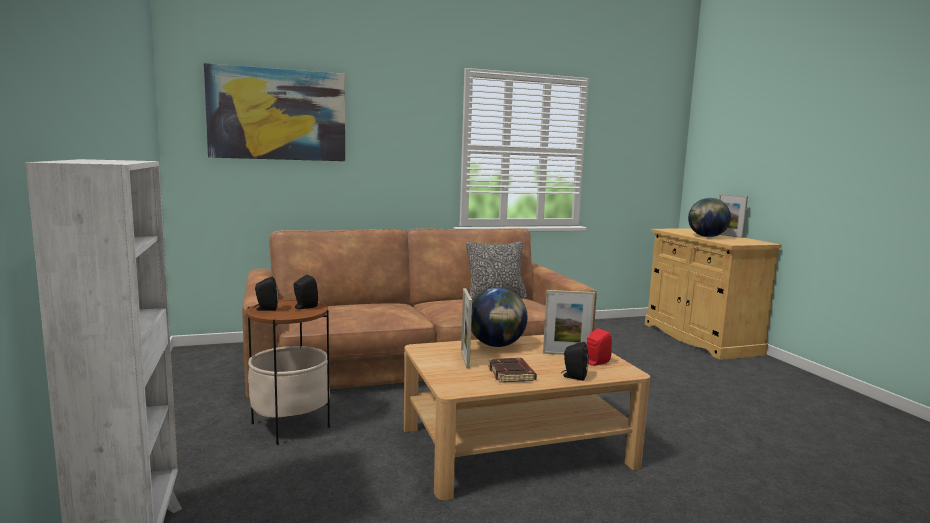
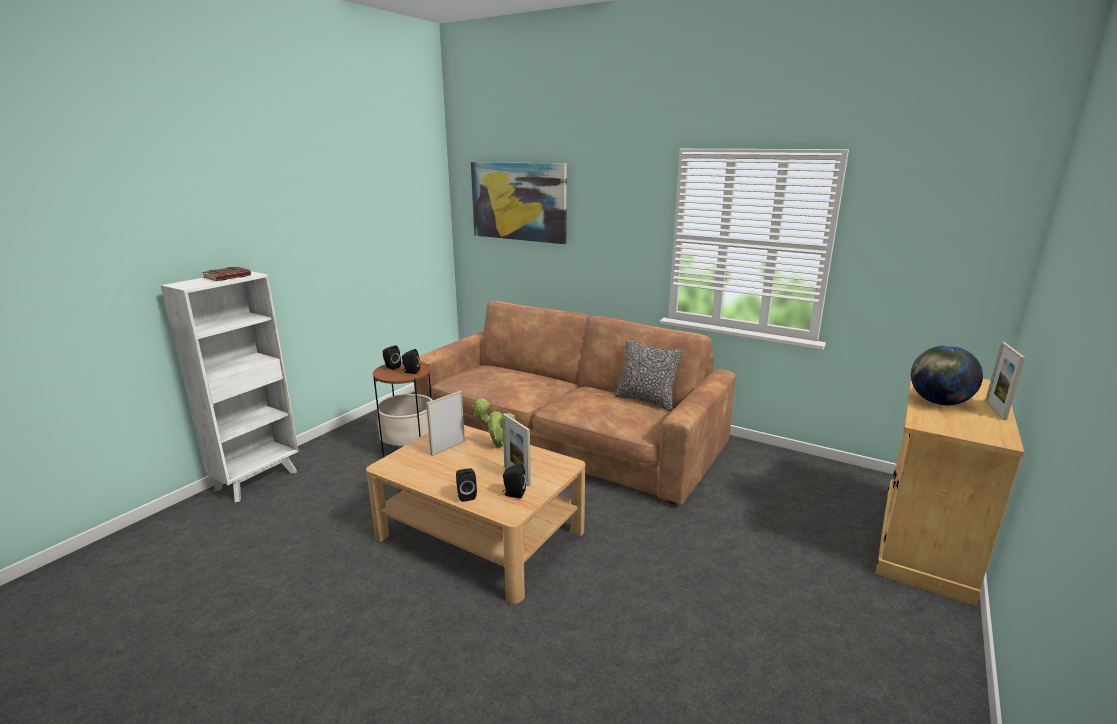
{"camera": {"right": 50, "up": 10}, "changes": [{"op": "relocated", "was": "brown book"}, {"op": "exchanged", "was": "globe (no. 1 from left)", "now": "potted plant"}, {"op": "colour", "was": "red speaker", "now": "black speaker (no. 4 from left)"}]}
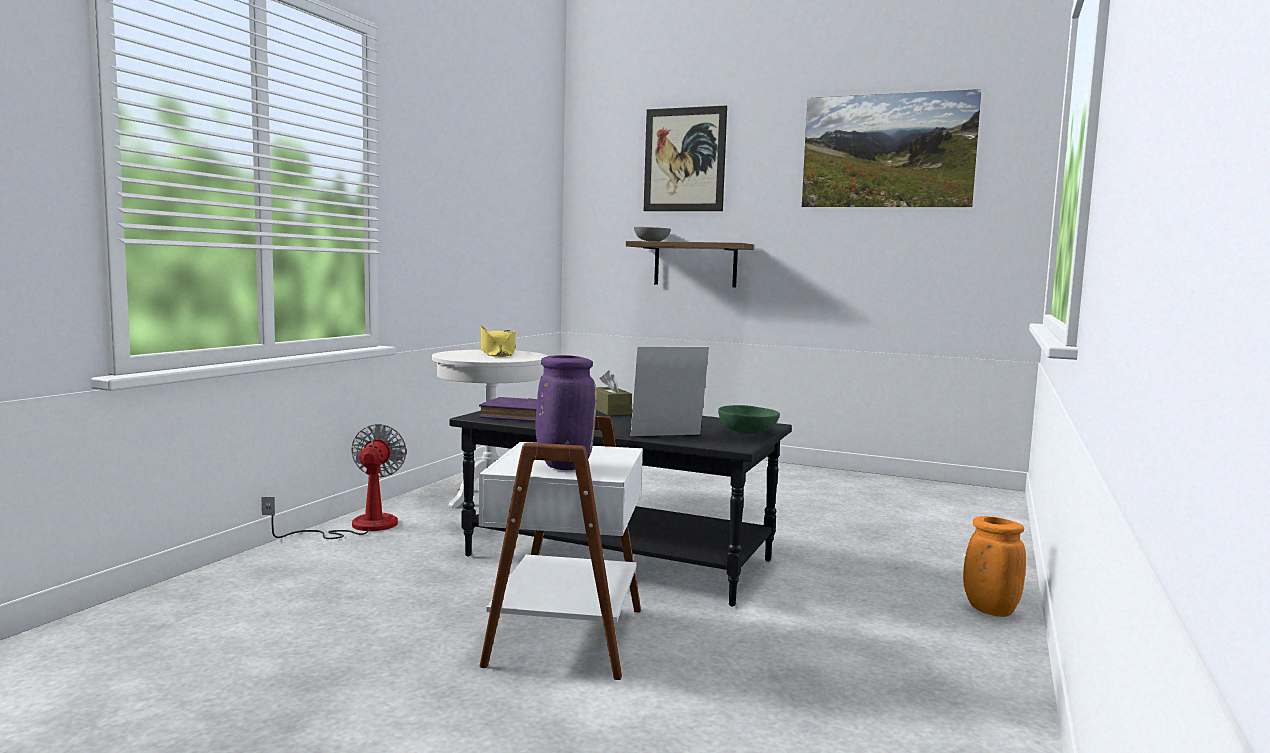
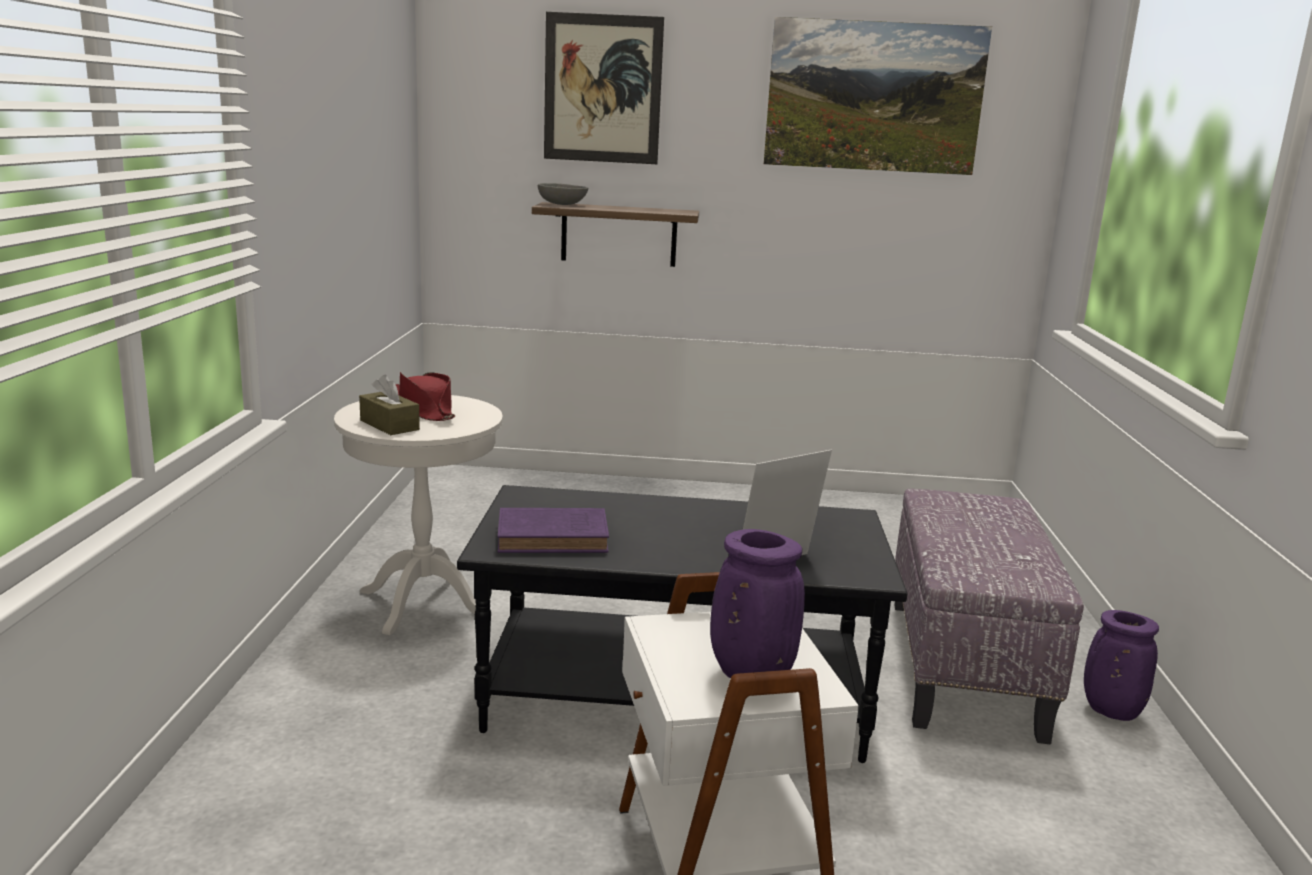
{"camera": {"right": -20, "up": 10}, "changes": [{"op": "relocated", "was": "brown tissue box"}, {"op": "colour", "was": "yellow hat", "now": "red hat"}, {"op": "appeared", "now": "ottoman"}, {"op": "colour", "was": "orange vase", "now": "purple vase (no. 2 from left)"}, {"op": "missing", "was": "fan"}, {"op": "missing", "was": "green bowl"}]}
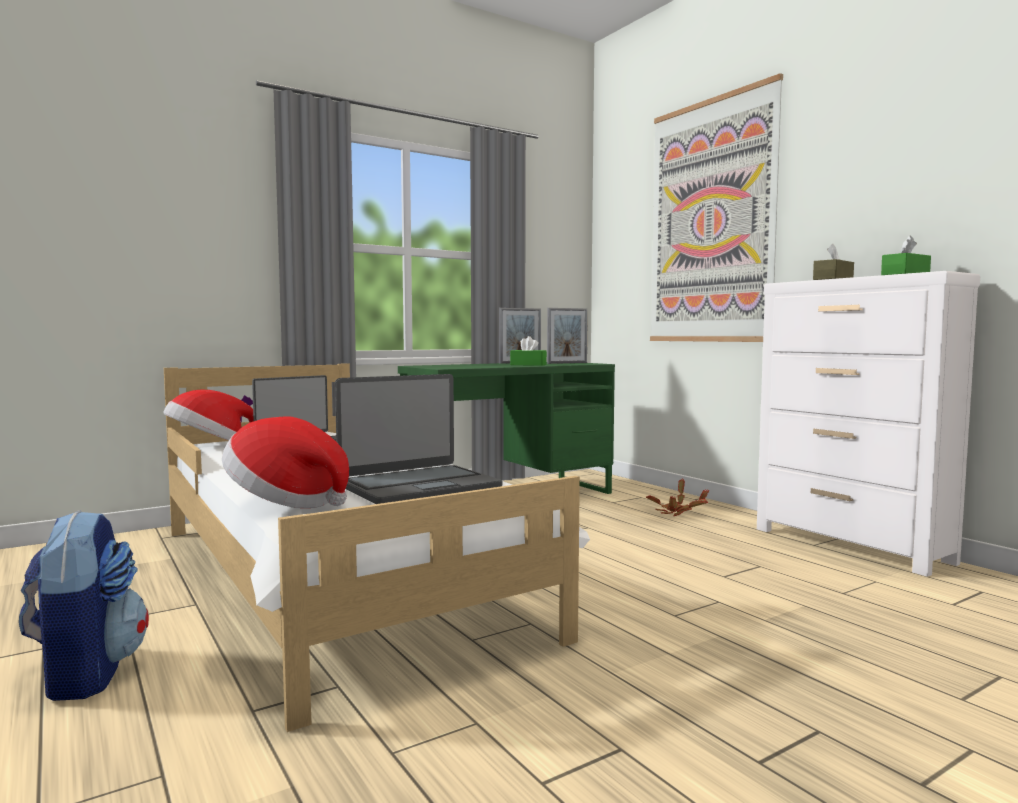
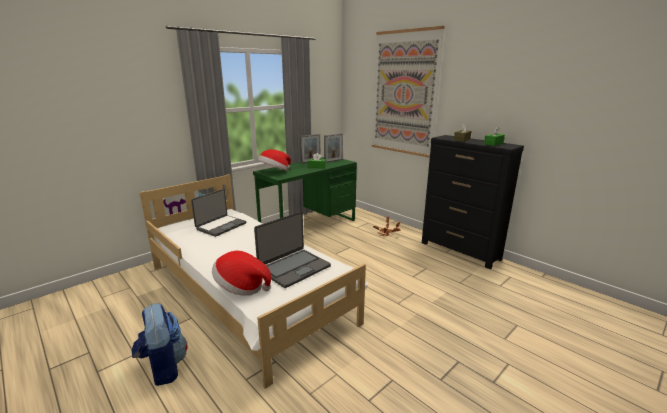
{"camera": {"right": -10, "up": 15}, "changes": [{"op": "relocated", "was": "hat (no. 1 from left in the first image)", "now": "hat (no. 2 from left)"}, {"op": "colour", "was": "white dresser", "now": "black dresser"}]}
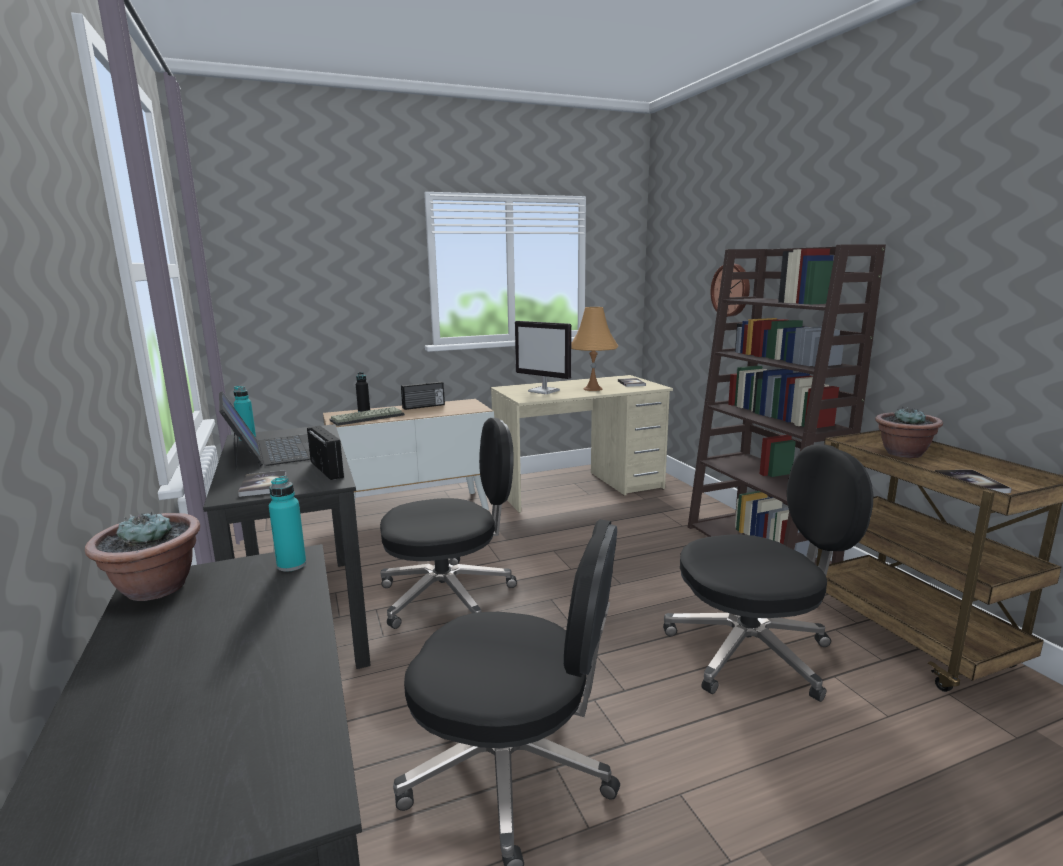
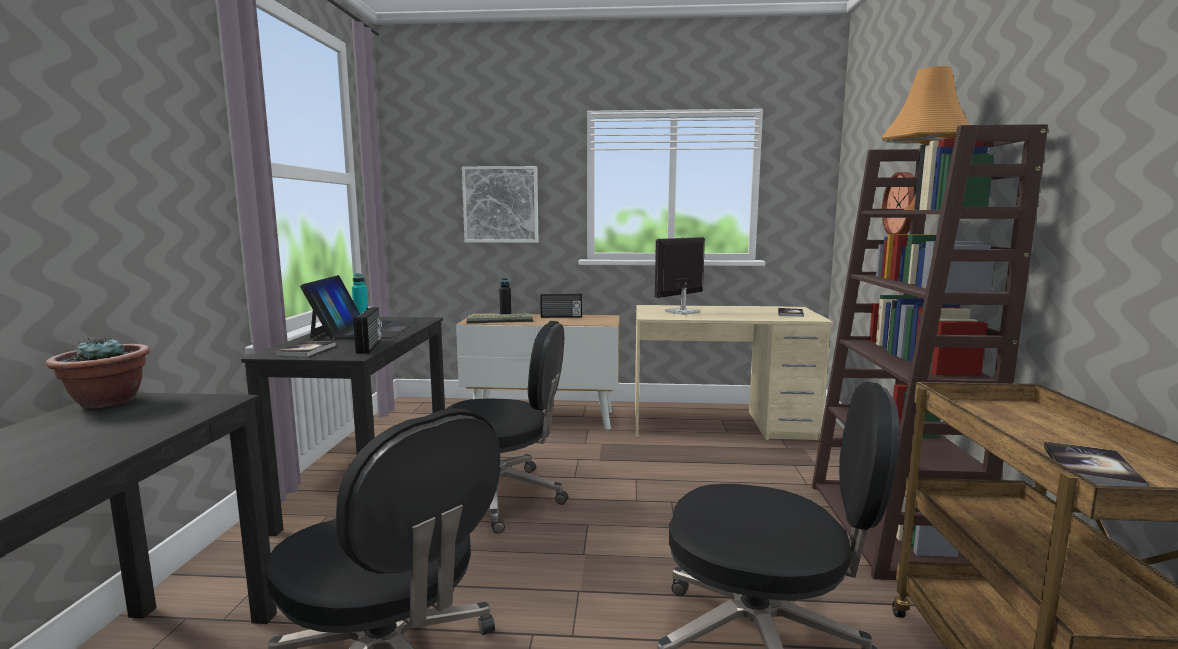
{"camera": {"right": 25, "up": -5}, "changes": [{"op": "appeared", "now": "picture"}, {"op": "spun", "was": "monitor", "clockwise": 75}, {"op": "relocated", "was": "orange table lamp"}, {"op": "missing", "was": "turquoise bottle (no. 2 from left)"}, {"op": "missing", "was": "potted plant (no. 2 from left)"}]}
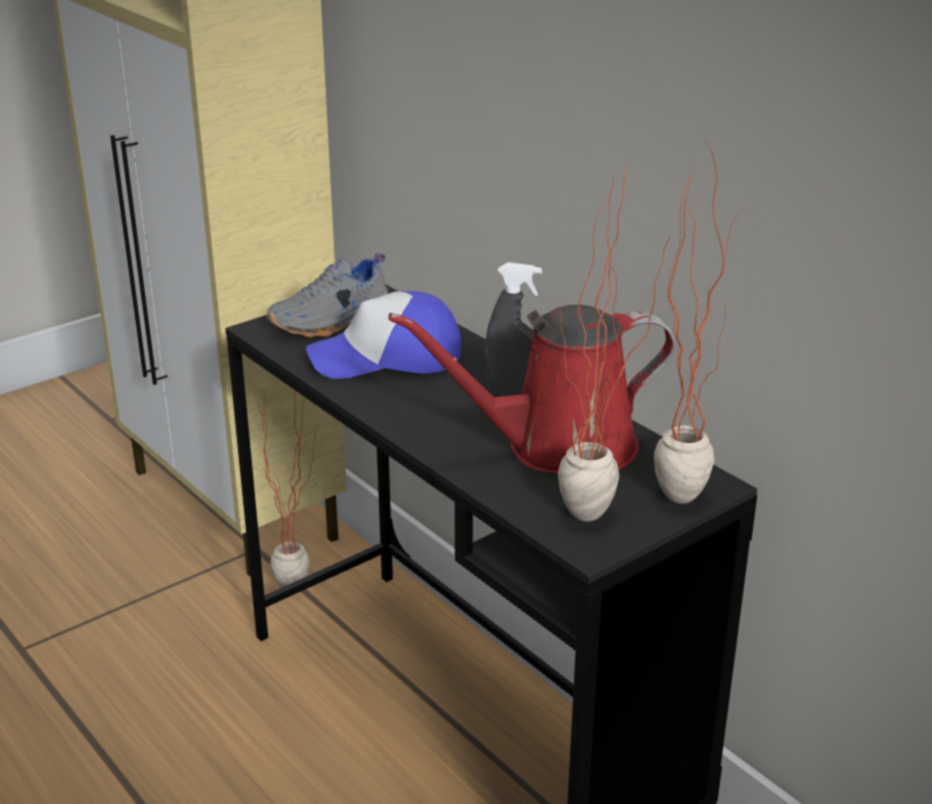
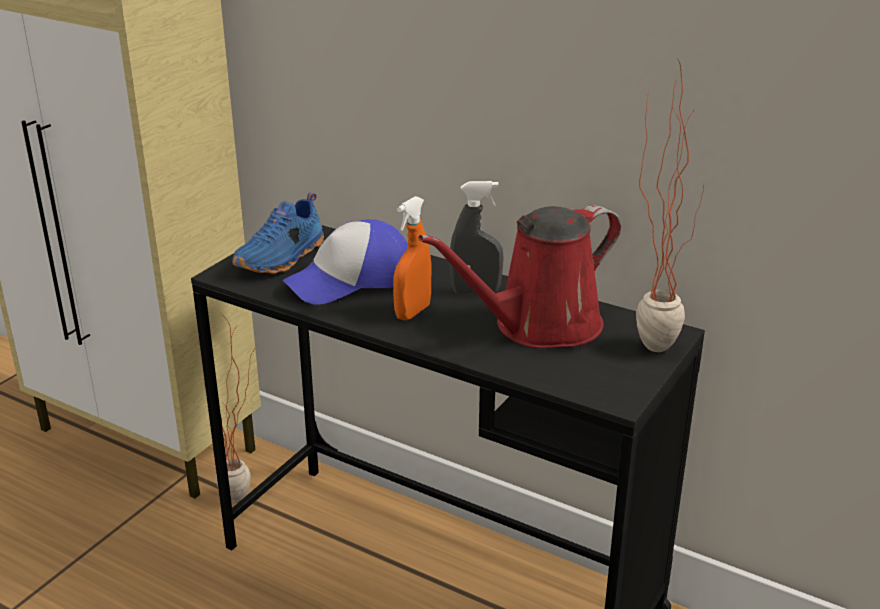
{"camera": {"right": -20, "up": 0}, "changes": [{"op": "colour", "was": "grey shoe", "now": "blue shoe"}, {"op": "appeared", "now": "orange spray bottle"}, {"op": "missing", "was": "potted plant (no. 2 from left)"}]}
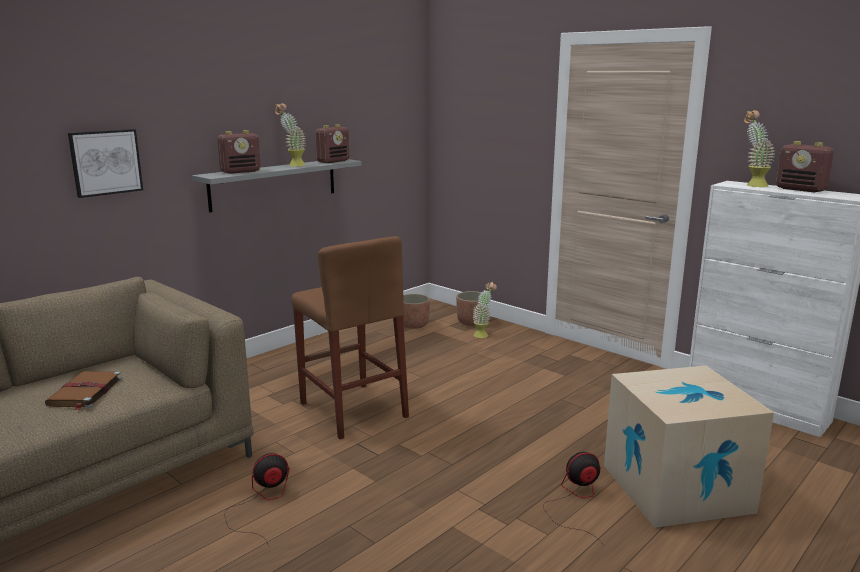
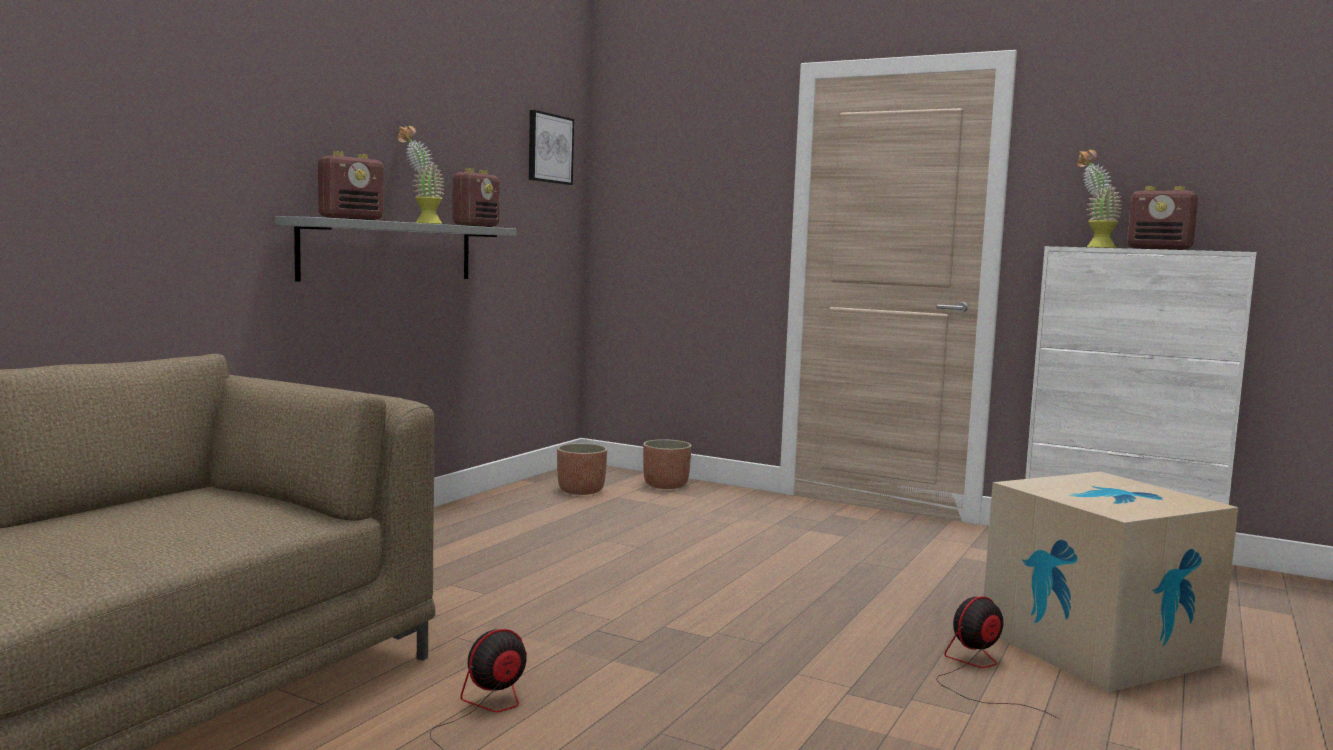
{"camera": {"right": -15, "up": -10}, "changes": [{"op": "relocated", "was": "picture"}, {"op": "missing", "was": "brown book"}, {"op": "missing", "was": "brown stool"}, {"op": "missing", "was": "potted plant (no. 2 from left)"}]}
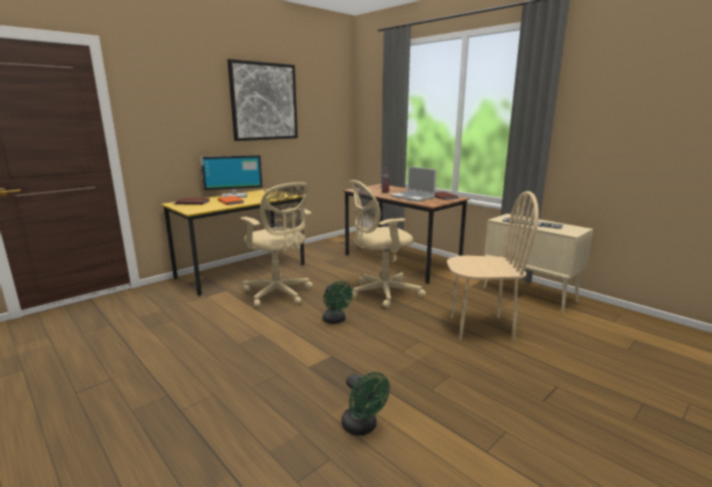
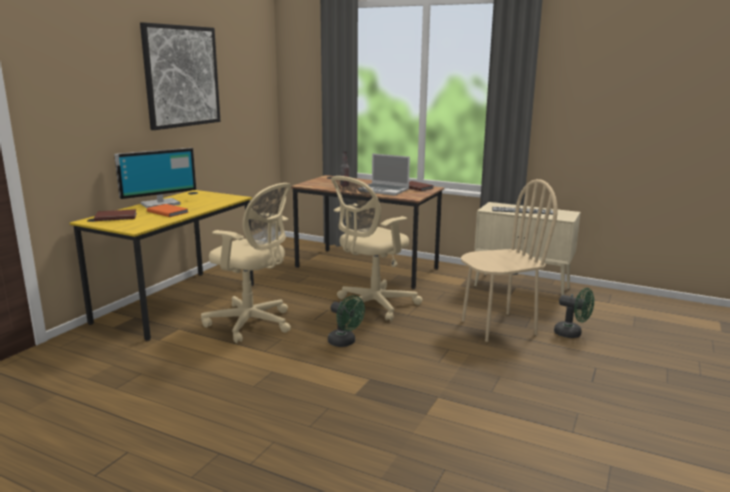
{"camera": {"right": -20, "up": 0}, "changes": [{"op": "relocated", "was": "green fan (no. 2 from left)"}]}
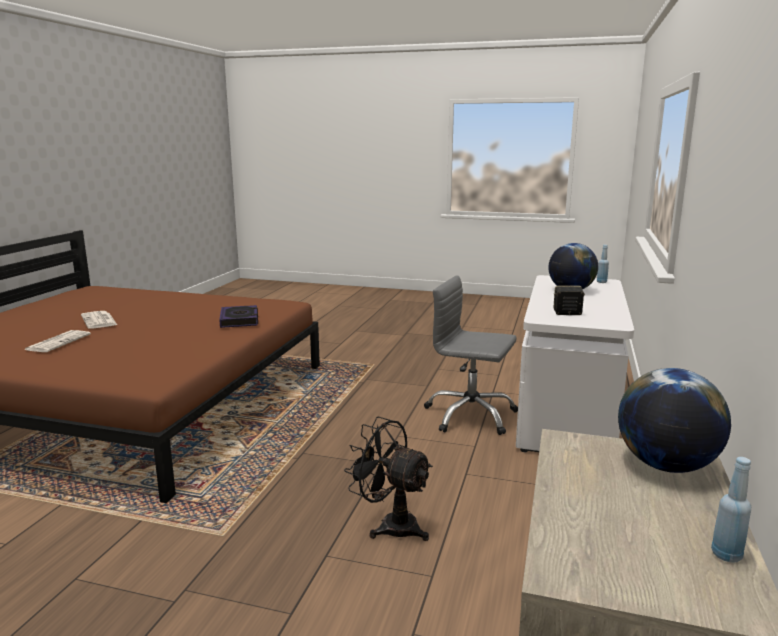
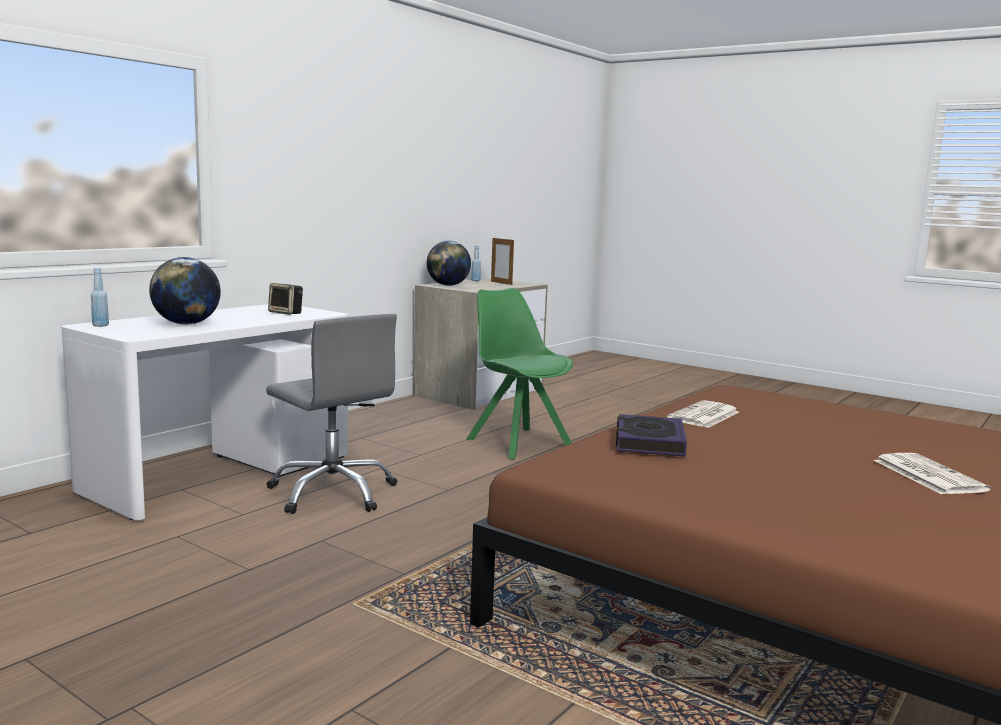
{"camera": {"right": -160, "up": -5}, "changes": [{"op": "exchanged", "was": "black fan", "now": "green chair"}, {"op": "appeared", "now": "picture frame"}, {"op": "relocated", "was": "newspaper (no. 1 from left)"}]}
